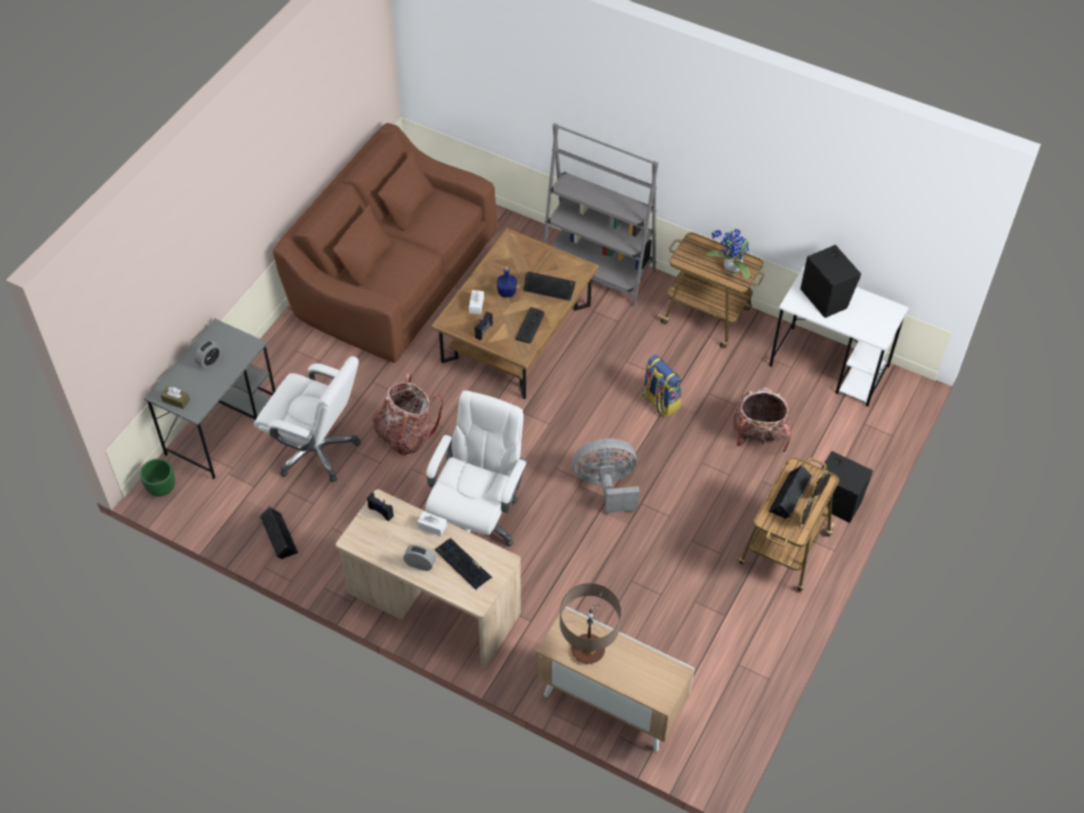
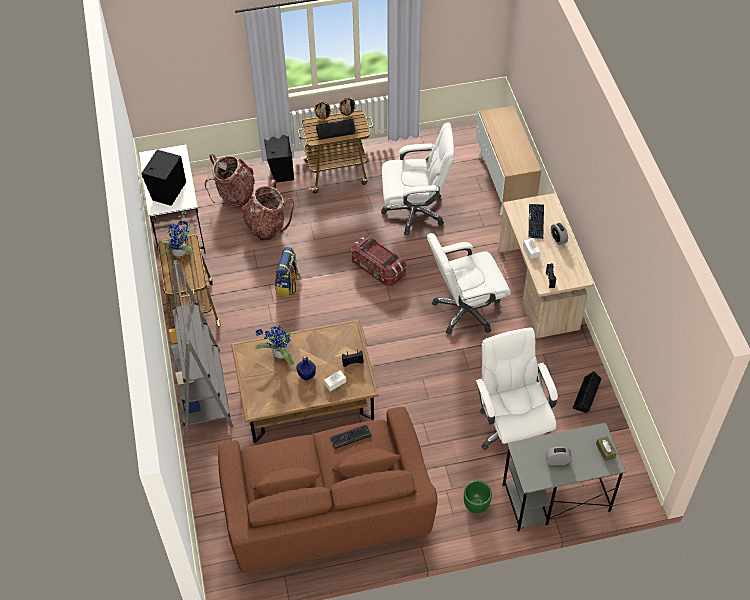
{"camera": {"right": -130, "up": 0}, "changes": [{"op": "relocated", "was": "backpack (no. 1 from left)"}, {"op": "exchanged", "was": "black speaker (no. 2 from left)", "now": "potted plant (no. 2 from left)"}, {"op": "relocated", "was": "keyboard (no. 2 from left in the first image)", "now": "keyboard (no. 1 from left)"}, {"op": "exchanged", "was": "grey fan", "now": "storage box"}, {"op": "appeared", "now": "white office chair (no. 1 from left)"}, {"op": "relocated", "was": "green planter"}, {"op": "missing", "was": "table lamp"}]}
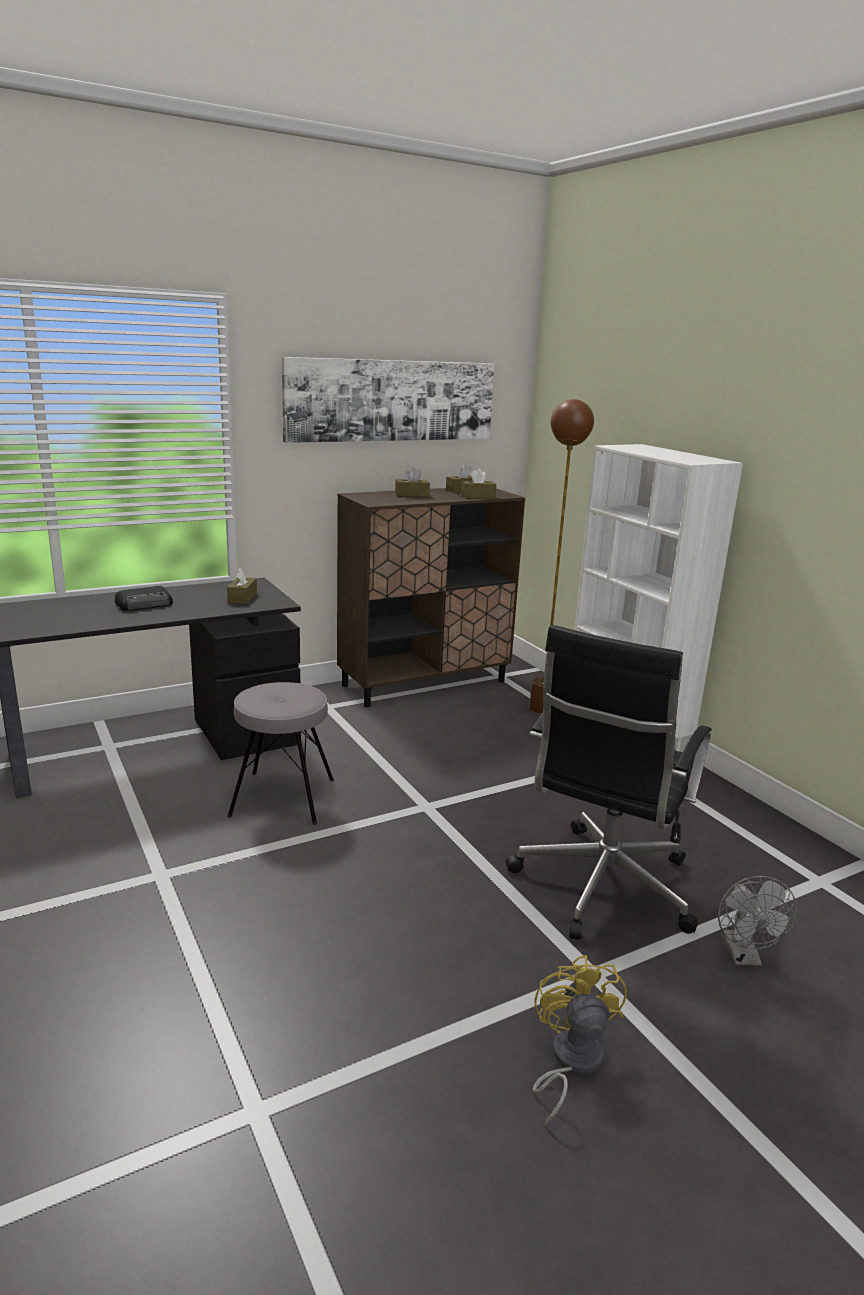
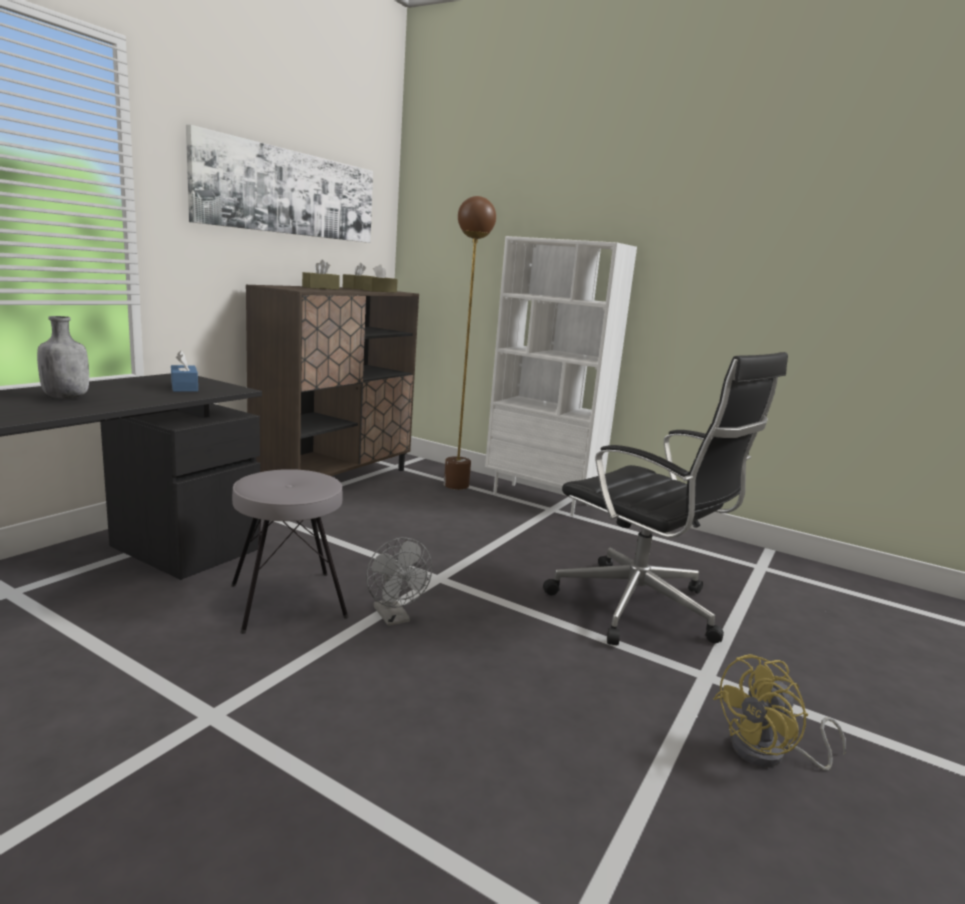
{"camera": {"right": -30, "up": -5}, "changes": [{"op": "exchanged", "was": "radio", "now": "grey bottle"}, {"op": "colour", "was": "brown tissue box (no. 1 from left)", "now": "blue tissue box"}, {"op": "relocated", "was": "grey fan"}, {"op": "spun", "was": "black office chair", "clockwise": -45}, {"op": "spun", "was": "yellow fan", "clockwise": -90}]}
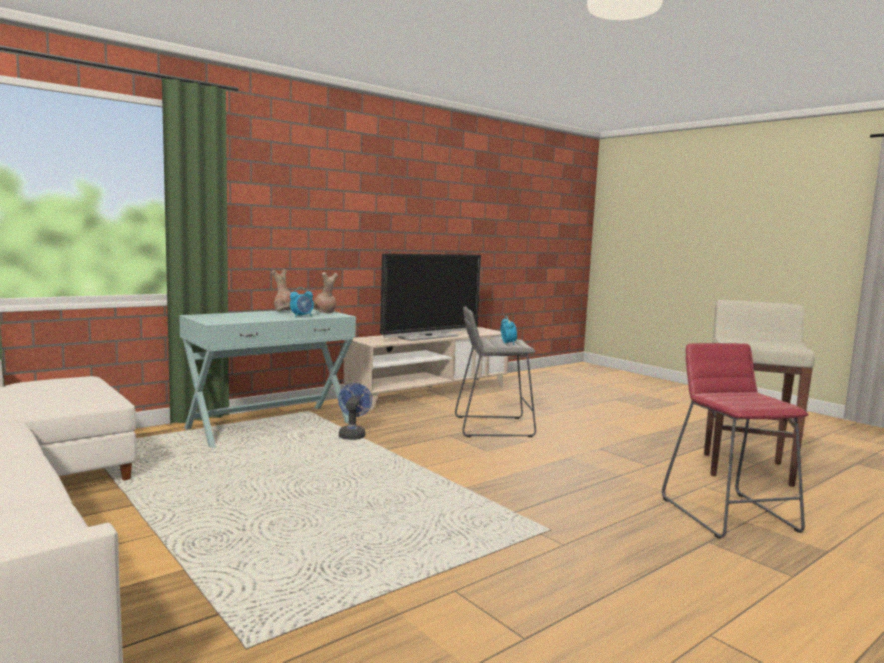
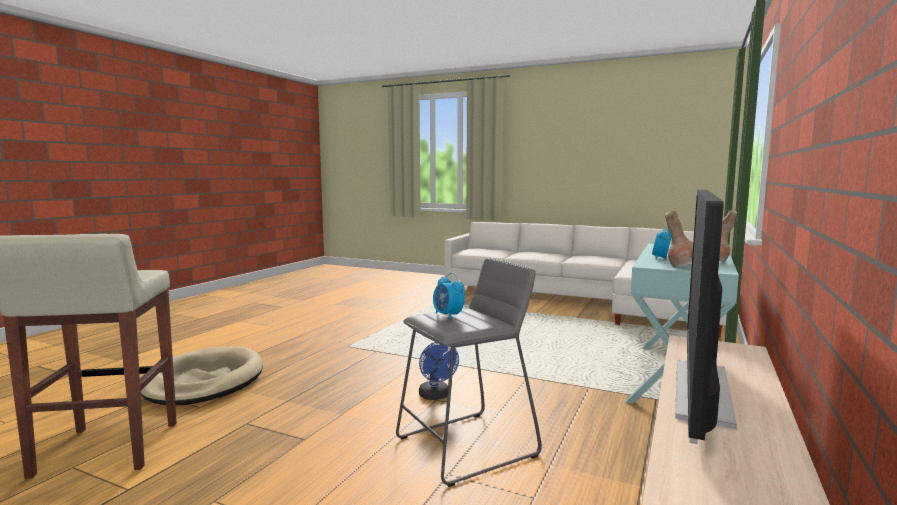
{"camera": {"right": 155, "up": 0}, "changes": [{"op": "exchanged", "was": "red stool", "now": "beige dog bed"}, {"op": "relocated", "was": "blue fan"}]}
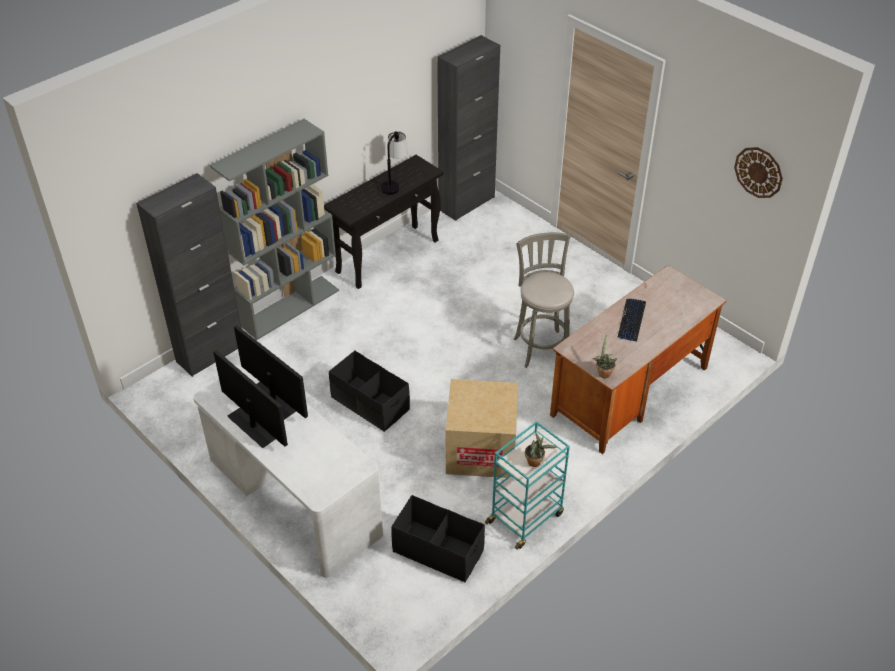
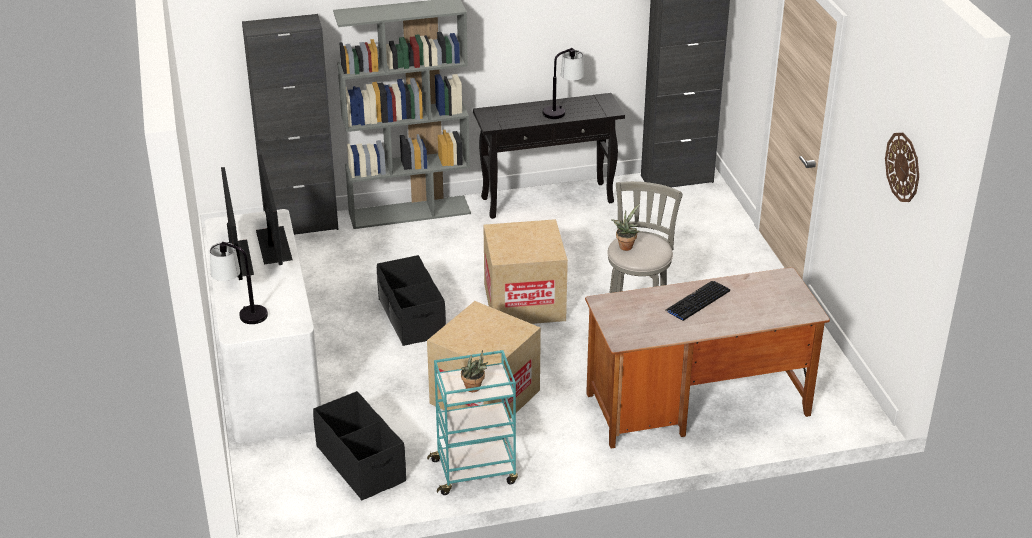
{"camera": {"right": 30, "up": -10}, "changes": [{"op": "appeared", "now": "table lamp (no. 1 from left)"}, {"op": "appeared", "now": "cardboard box (no. 2 from left)"}, {"op": "relocated", "was": "potted plant (no. 2 from left)"}]}
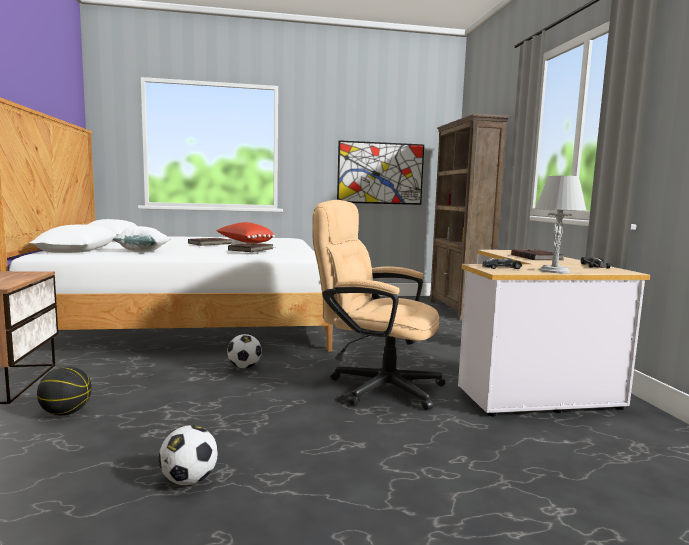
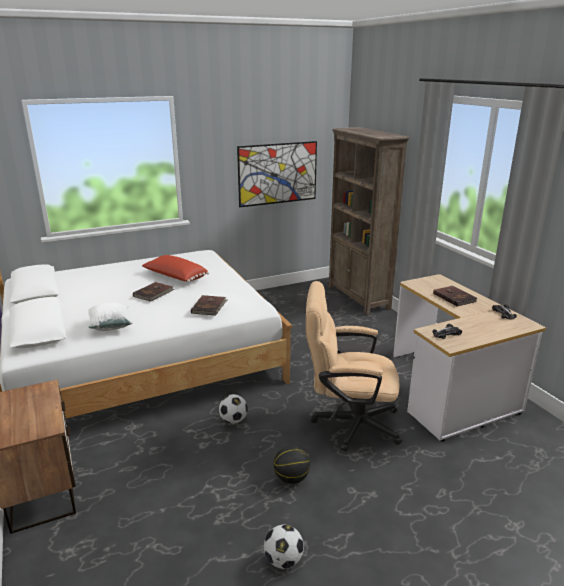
{"camera": {"right": -15, "up": 15}, "changes": [{"op": "relocated", "was": "basketball"}, {"op": "missing", "was": "grey table lamp"}]}
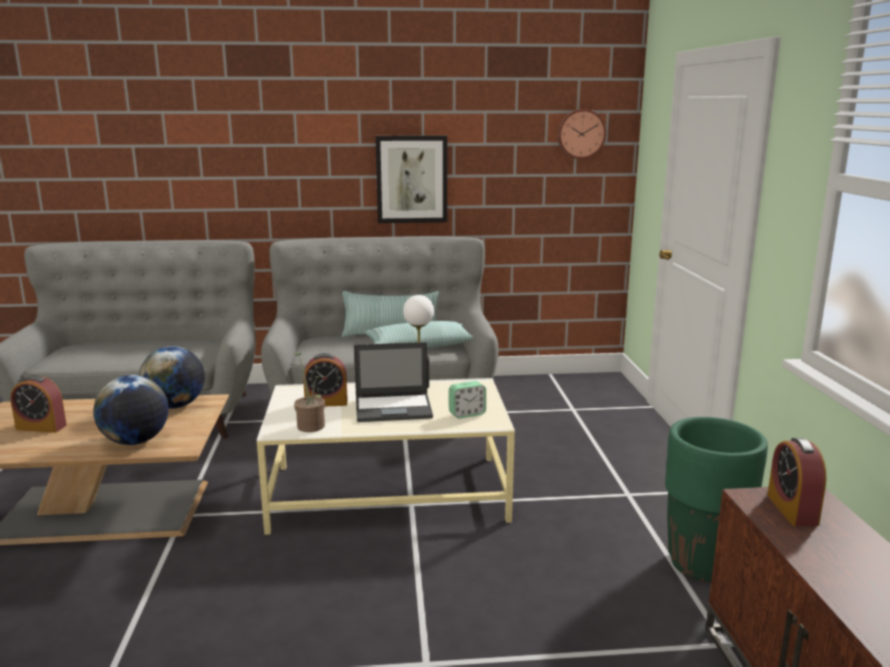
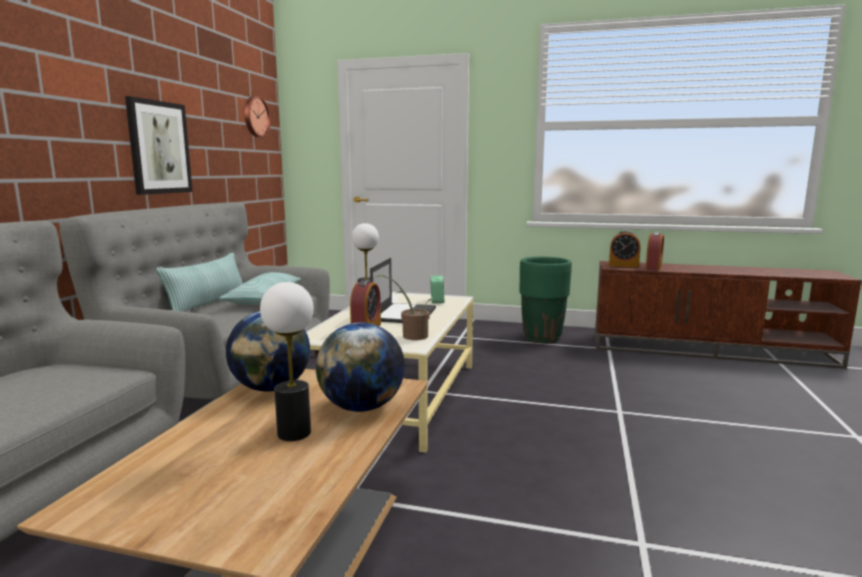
{"camera": {"right": -70, "up": -5}, "changes": [{"op": "appeared", "now": "table lamp (no. 1 from left)"}, {"op": "relocated", "was": "alarm clock (no. 1 from left in the first image)", "now": "alarm clock (no. 4 from left)"}]}
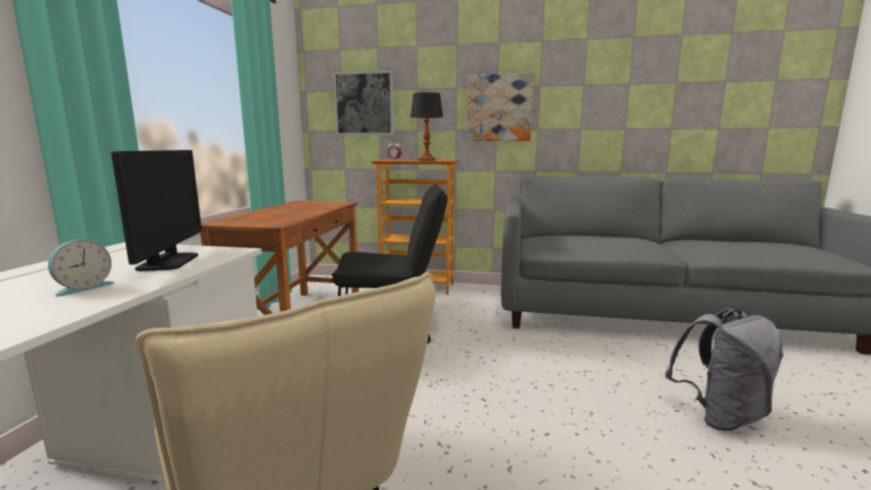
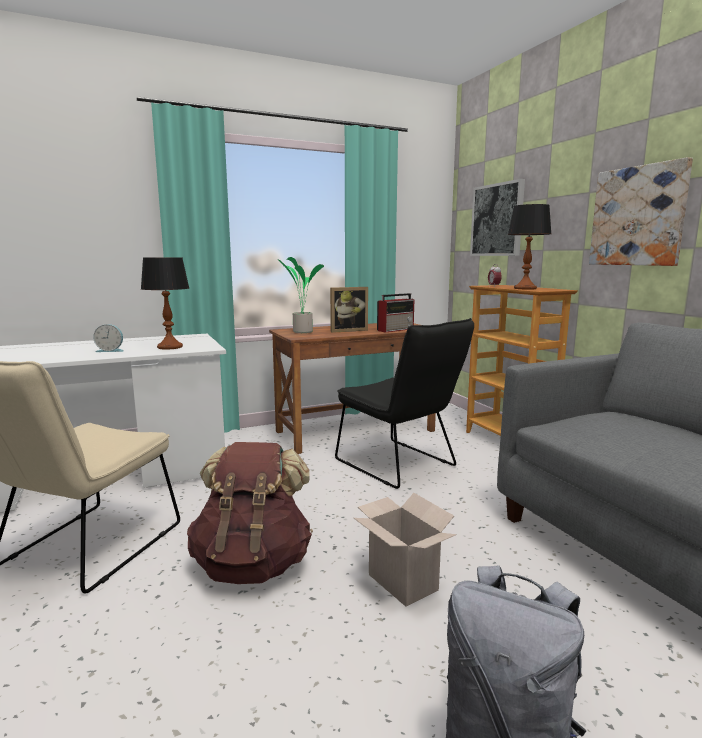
{"camera": {"right": 55, "up": 0}, "changes": [{"op": "exchanged", "was": "monitor", "now": "table lamp (no. 1 from left)"}, {"op": "appeared", "now": "brown backpack"}, {"op": "appeared", "now": "potted plant"}, {"op": "appeared", "now": "picture frame"}, {"op": "appeared", "now": "cardboard box"}, {"op": "appeared", "now": "radio"}]}
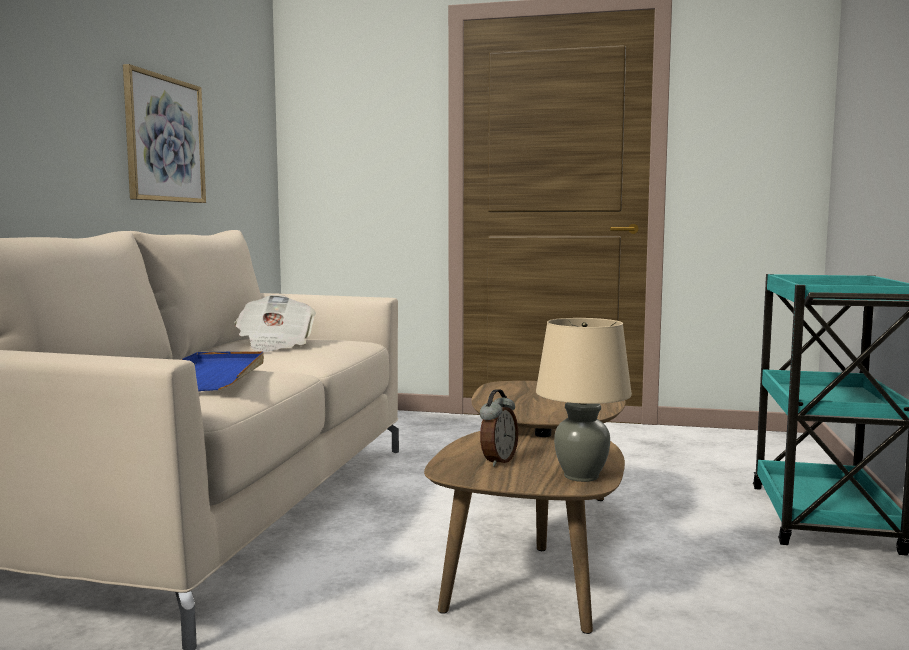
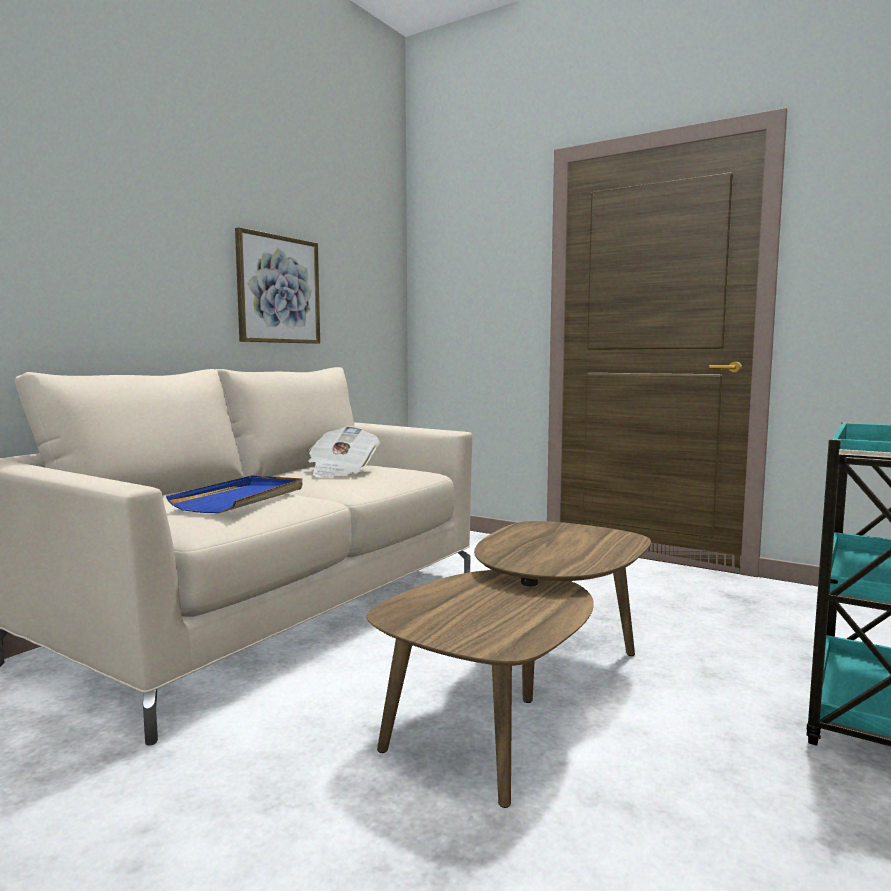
{"camera": {"right": 20, "up": 0}, "changes": [{"op": "missing", "was": "alarm clock"}, {"op": "missing", "was": "beige table lamp"}]}
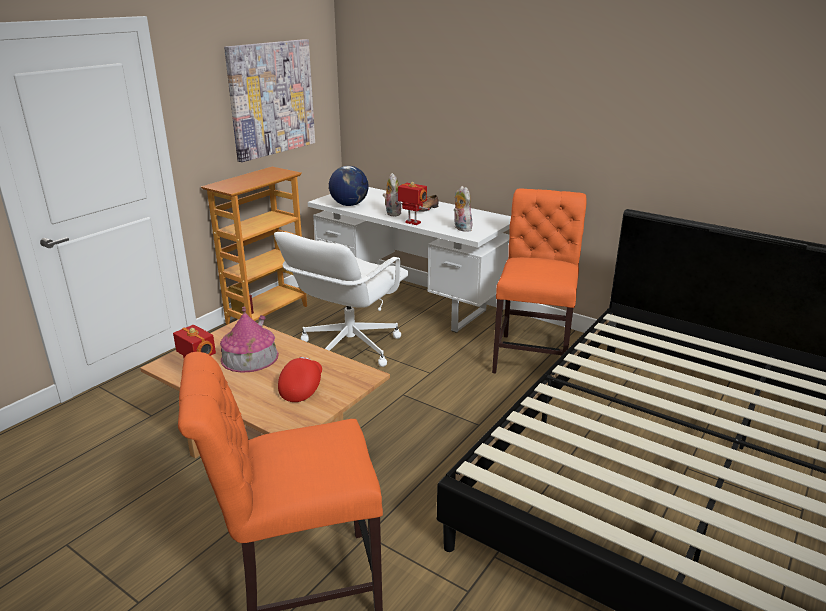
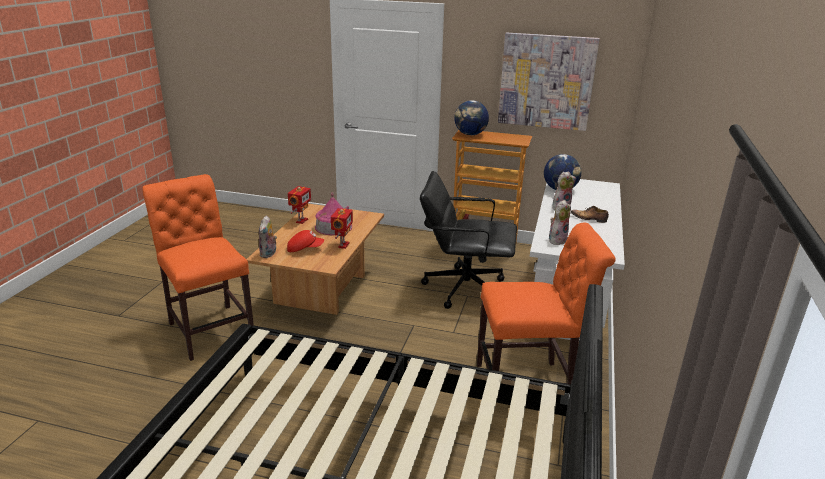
{"camera": {"right": 70, "up": 0}, "changes": [{"op": "appeared", "now": "plush toy (no. 1 from left)"}, {"op": "relocated", "was": "toy robot (no. 2 from left)"}, {"op": "colour", "was": "white office chair", "now": "black office chair"}, {"op": "appeared", "now": "globe (no. 1 from left)"}]}
